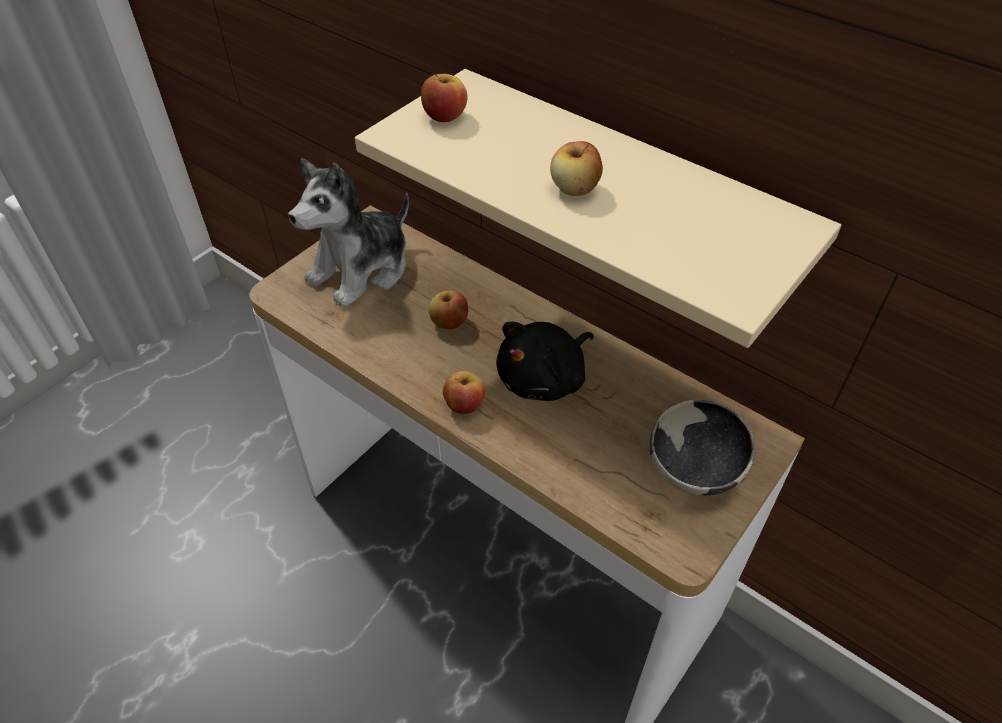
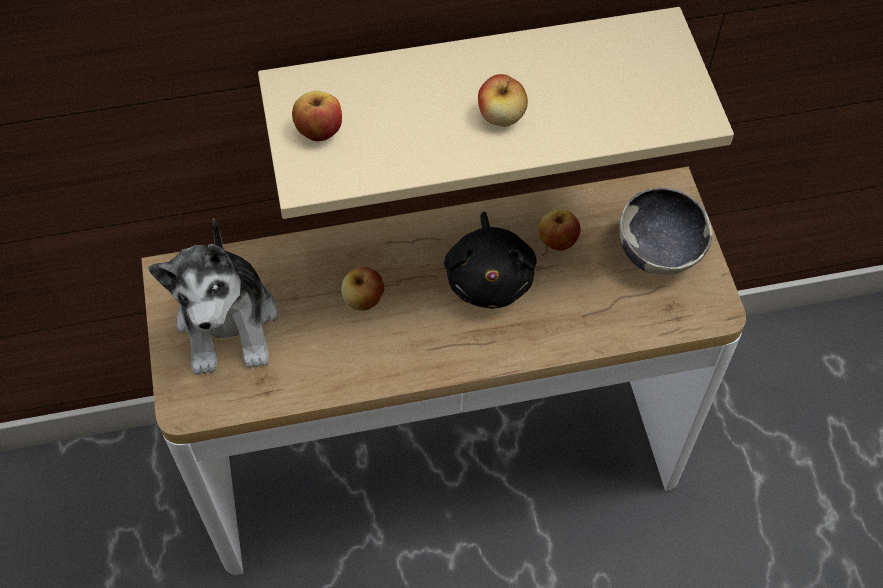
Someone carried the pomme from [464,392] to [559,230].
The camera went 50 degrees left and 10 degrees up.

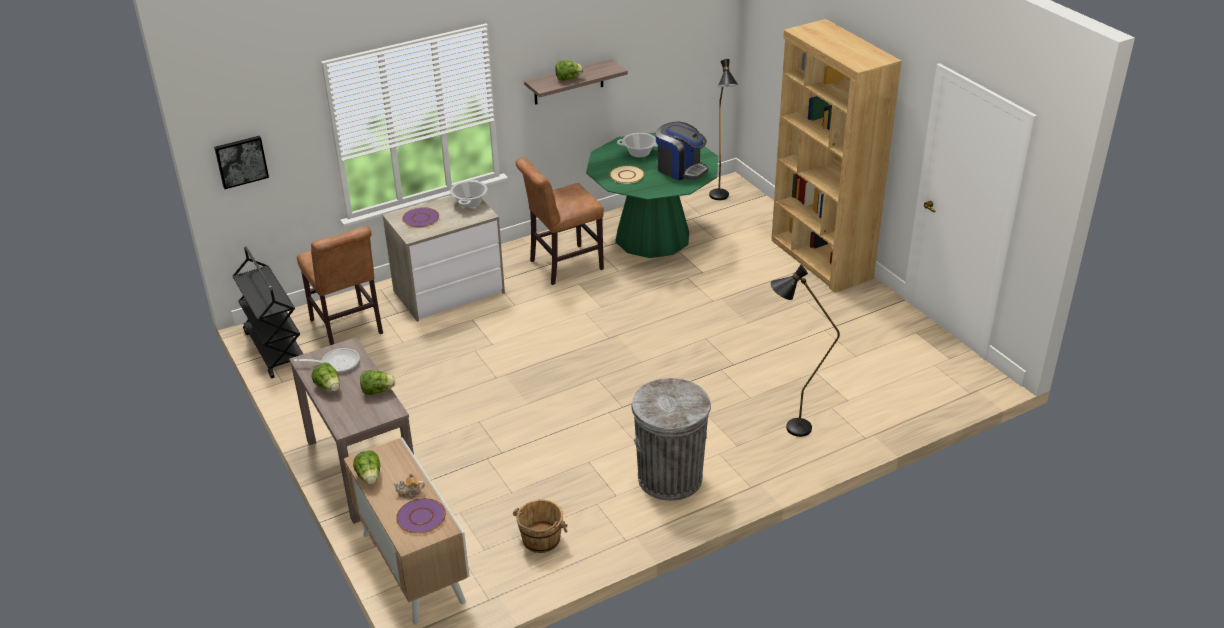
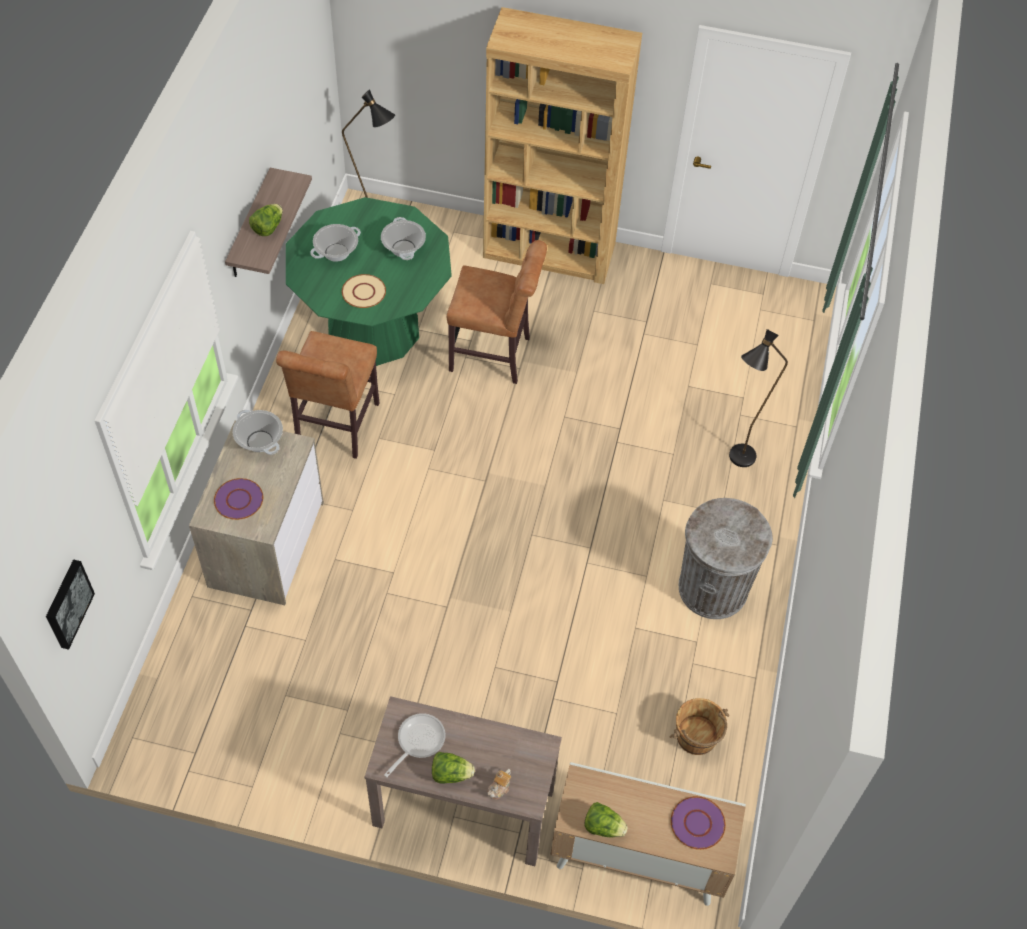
Someone swapped the machine à café at [682,151] for the marmite at [403,238].
Someone carried the chaise (marron) from [340,285] to [497,312].
Someone took away the chariot (noir) at [268,312].
Someone took away the laitue at [378,382].
Someone carried the théière from [409,485] to [499,784].
The camera went 50 degrees left and 20 degrees up.

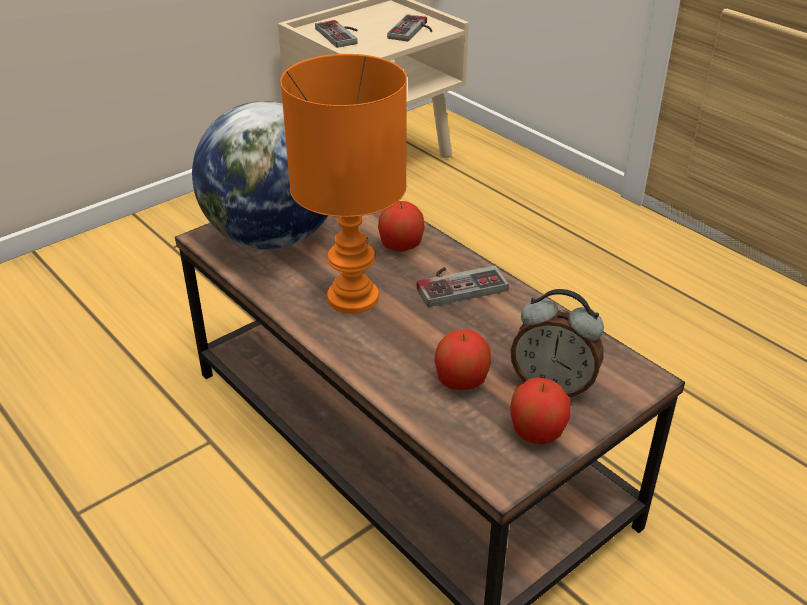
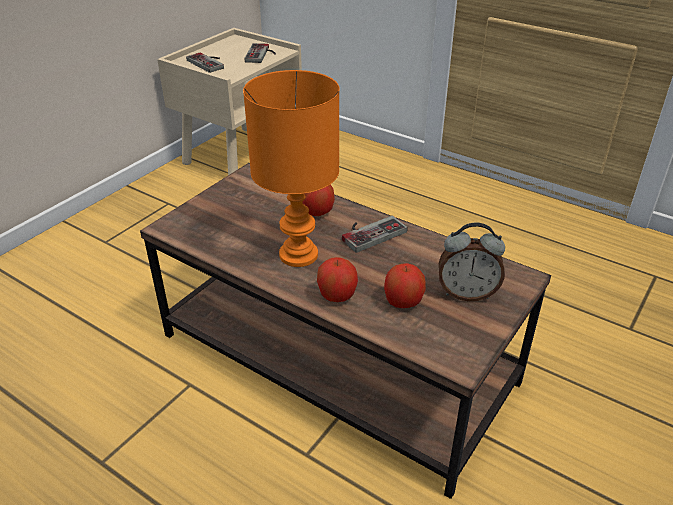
Someone took away the globe at [260,175].
Someone carried the pomme from [540,410] to [337,279].
The camera went 15 degrees left and 0 degrees up.

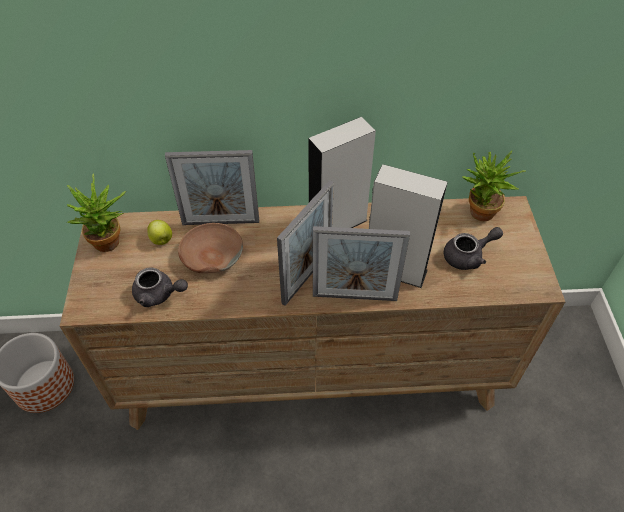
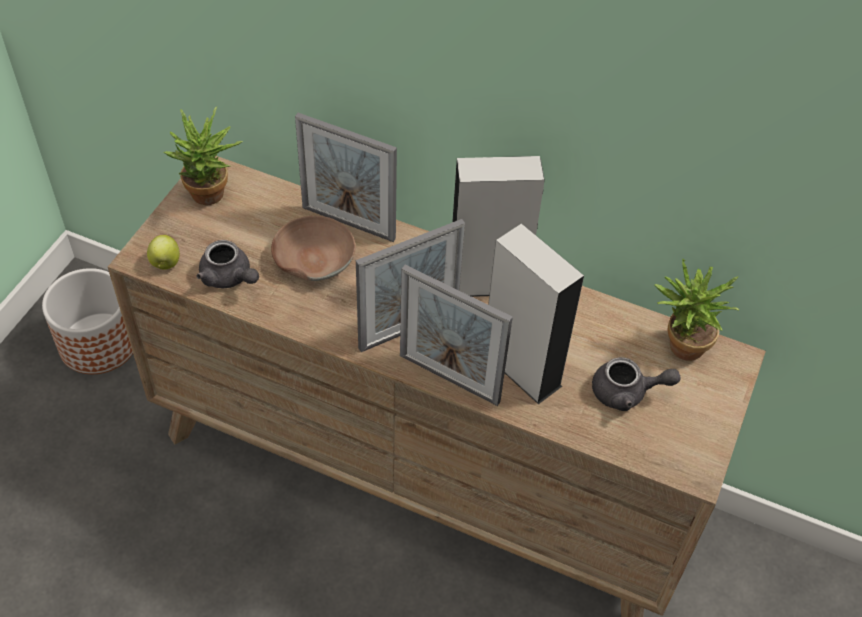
Someone carried the pomme from [159,232] to [163,252].
The camera went 25 degrees right and 0 degrees up.

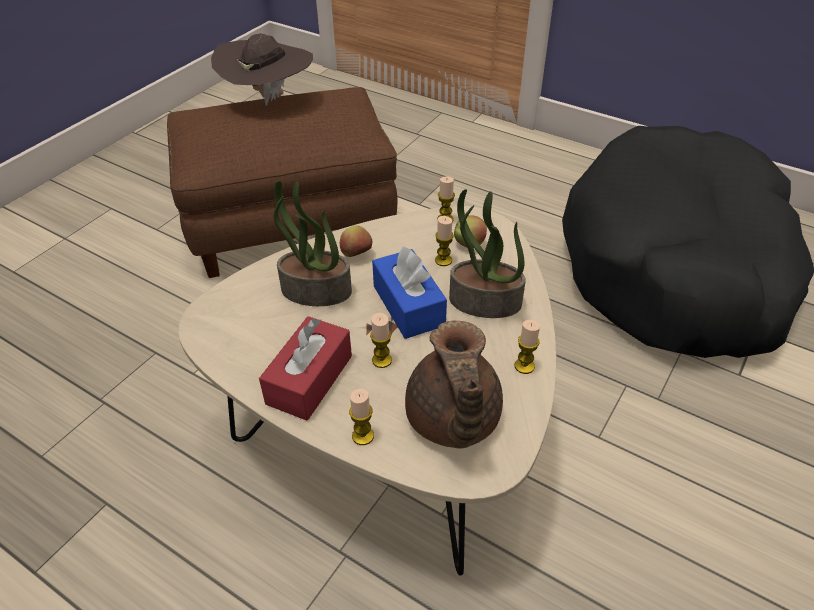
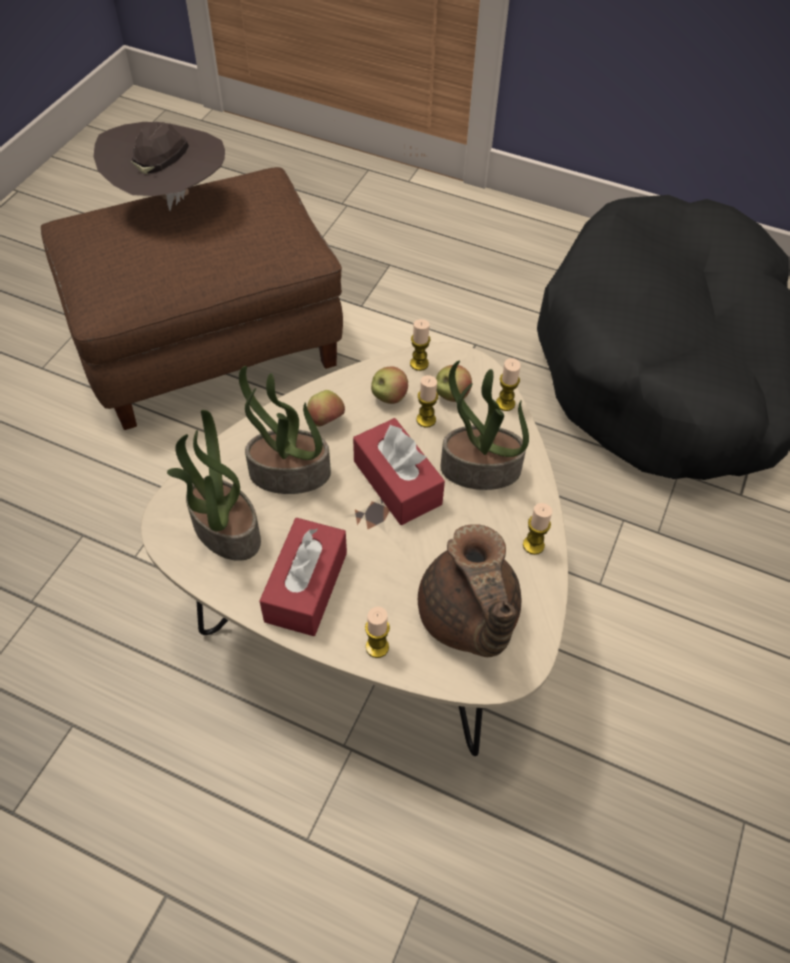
Someone repainted the boîte à mouchoirs (bleu) at [409,292], which became the boîte à mouchoirs (rouge) at [399,471].
Someone carried the bougie from [381,340] to [508,384].
Someone put down the pomme at [389,385].
Someone put down the plante en pot at [214,485].
The camera went 10 degrees left and 10 degrees up.

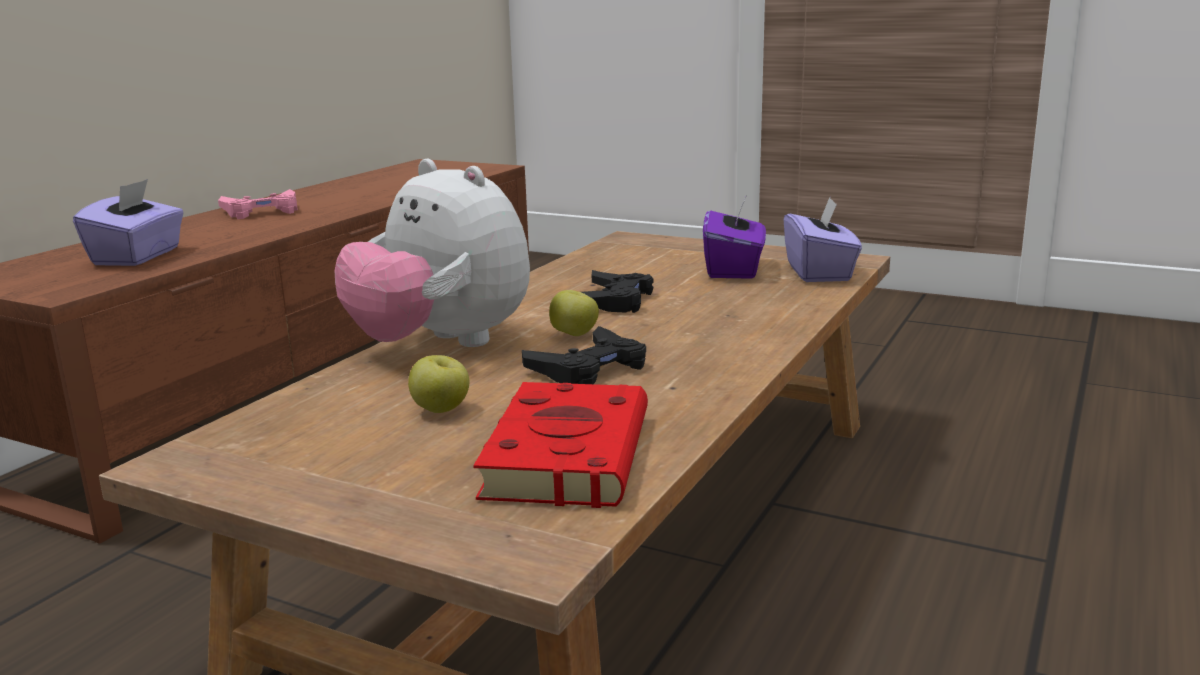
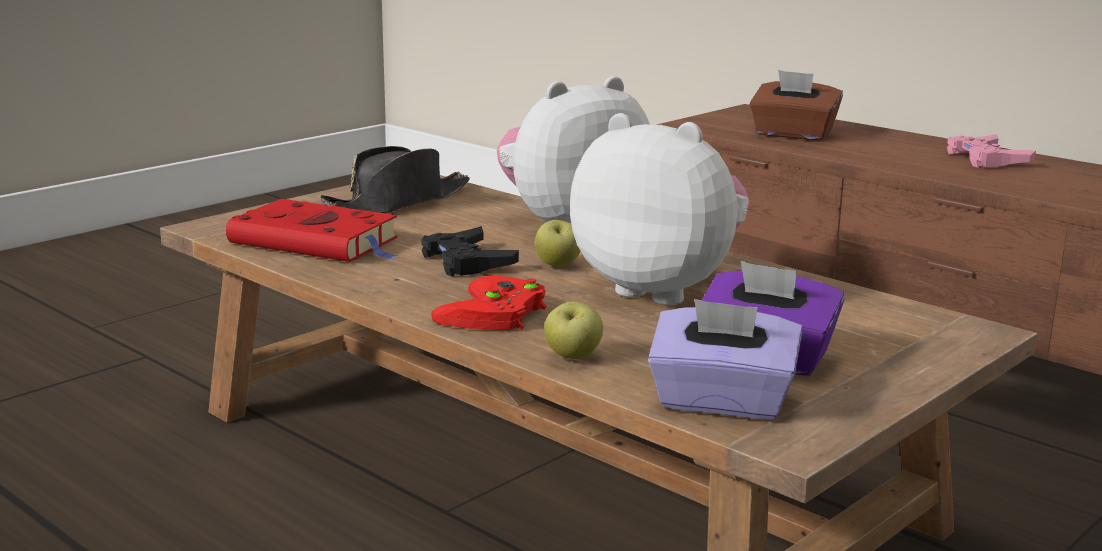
Someone repainted the boîte à mouchoirs (violet) at [128,222], which became the boîte à mouchoirs (marron) at [796,105].
Someone swapped the manette (noir) at [617,291] for the peluche at [659,209].
Someone carried the pomme from [438,384] to [573,330].
Someone put down the chapeau (noir) at [394,180].
Someone put down the manette (rouge) at [489,302].
The camera went 105 degrees right and 0 degrees up.

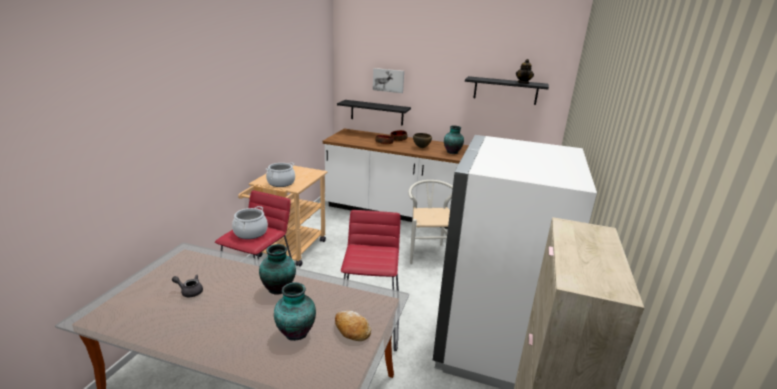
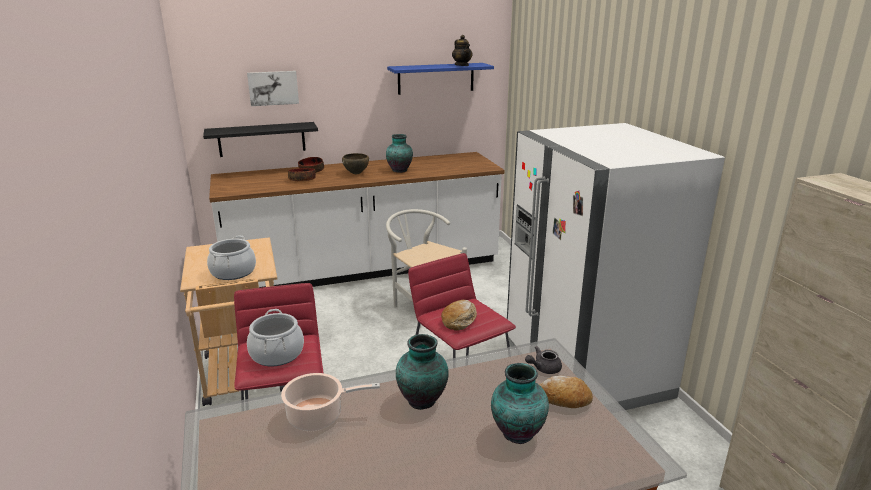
Someone repainted the étagère (noir) at [507,90], which became the étagère (bleu) at [440,79].
Someone carried the théière (gris) from [187,286] to [543,360].
Someone put down the pain at [459,315].
Someone put down the marmite at [330,402].
The camera went 35 degrees left and 0 degrees up.

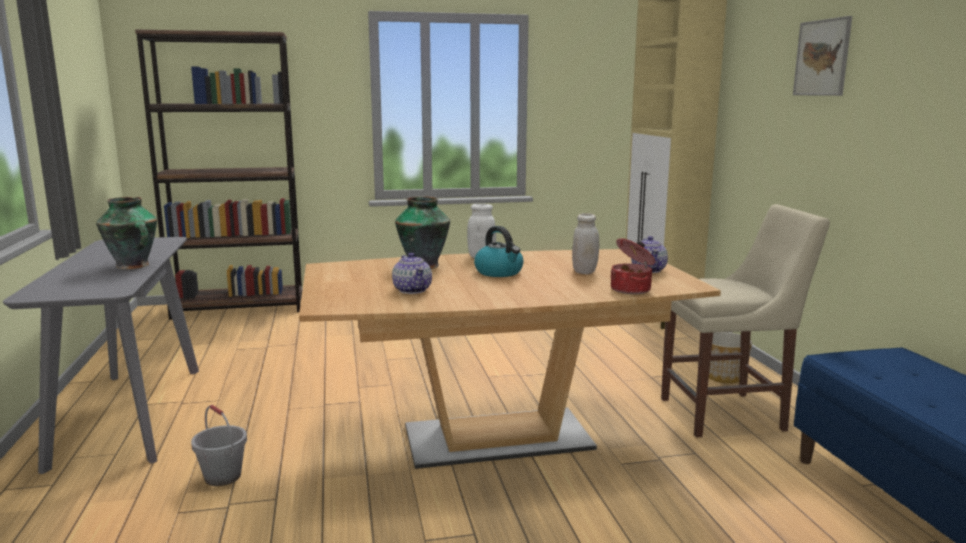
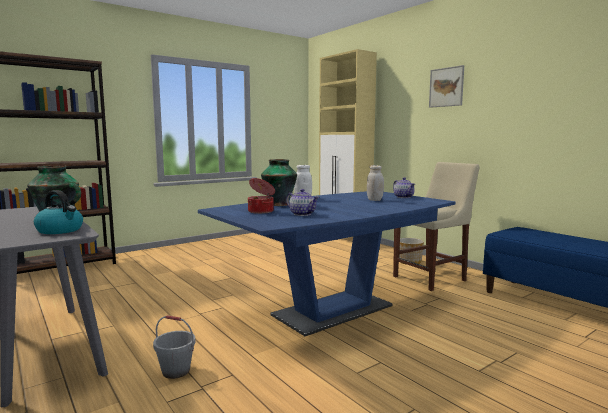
Someone carried the bouilloire from [498,251] to [58,212].
Someone carried the marmite from [633,266] to [261,196].
Someone repainted the table à manger (marron) at [510,359], which became the table à manger (bleu) at [326,263].
The camera went 25 degrees left and 5 degrees down.

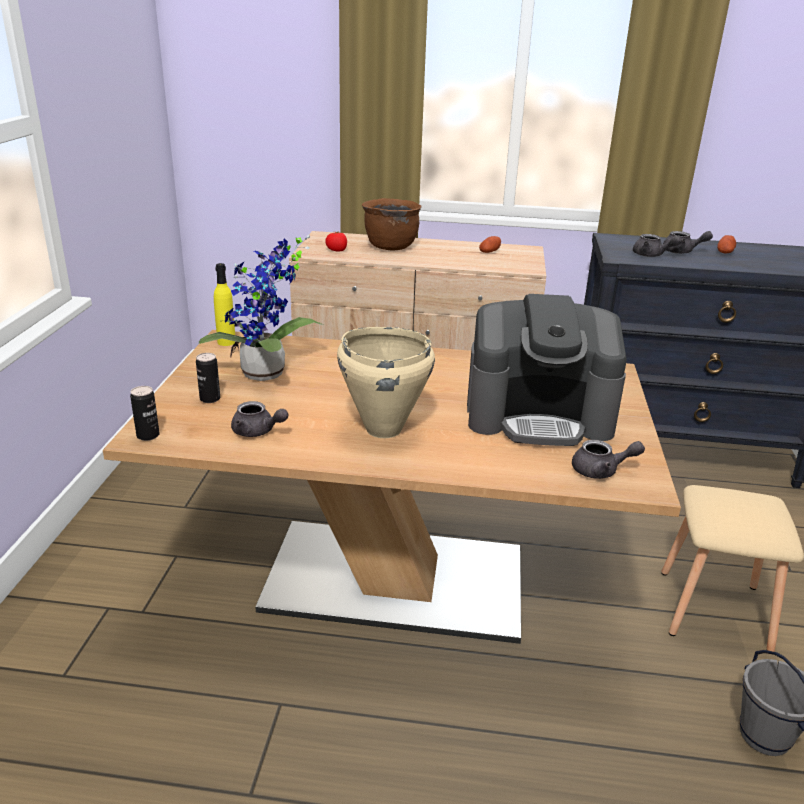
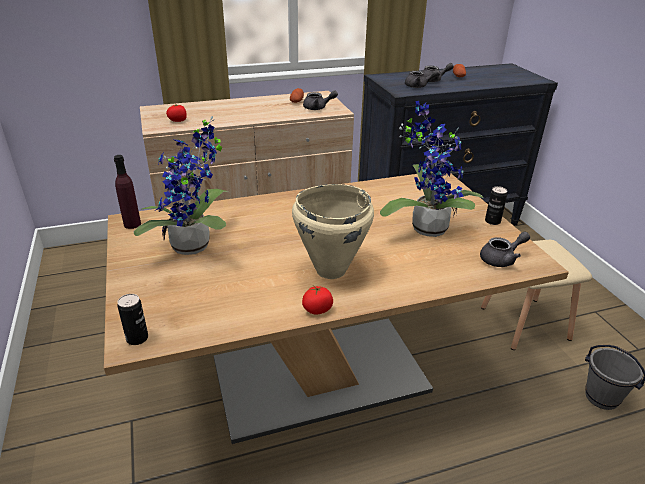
Someone took away the marmite (marron) at [391,224].
Someone repainted the bouteille (jaune) at [225,304], which became the bouteille (violet) at [127,192].
Someone swapped the machine à café at [547,370] for the plante en pot at [432,169].
Someone carried the boîte métallique from [208,378] to [496,205].
Someone carried the théière (gris) from [259,419] to [320,100].
Someone put down the tomate at [317,300].
The camera went 25 degrees left and 5 degrees up.

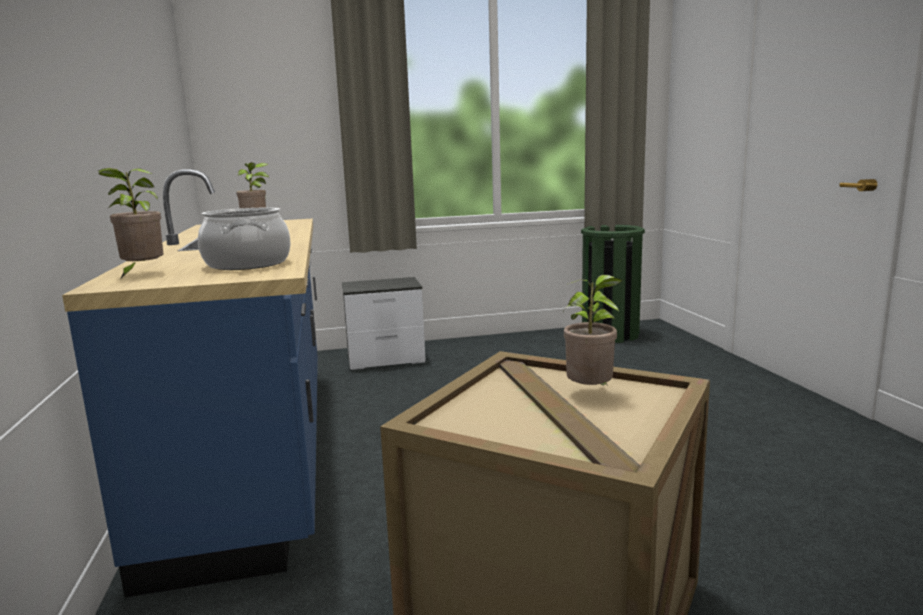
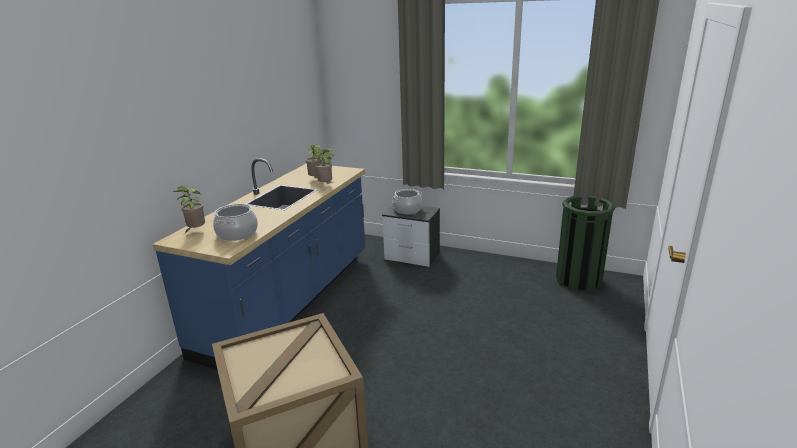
Someone carried the plante en pot from [592,330] to [325,165].
Someone put down the marmite at [407,201].
The camera went 35 degrees right and 10 degrees up.

